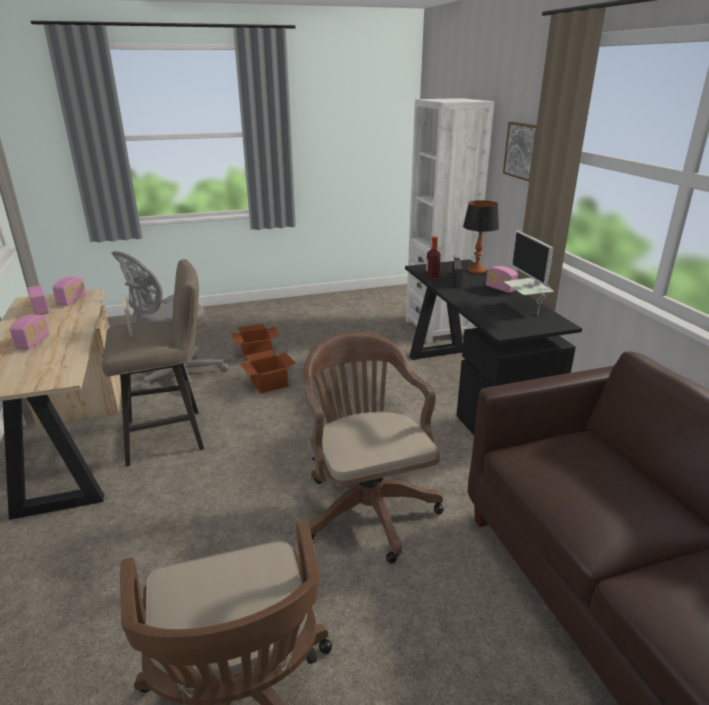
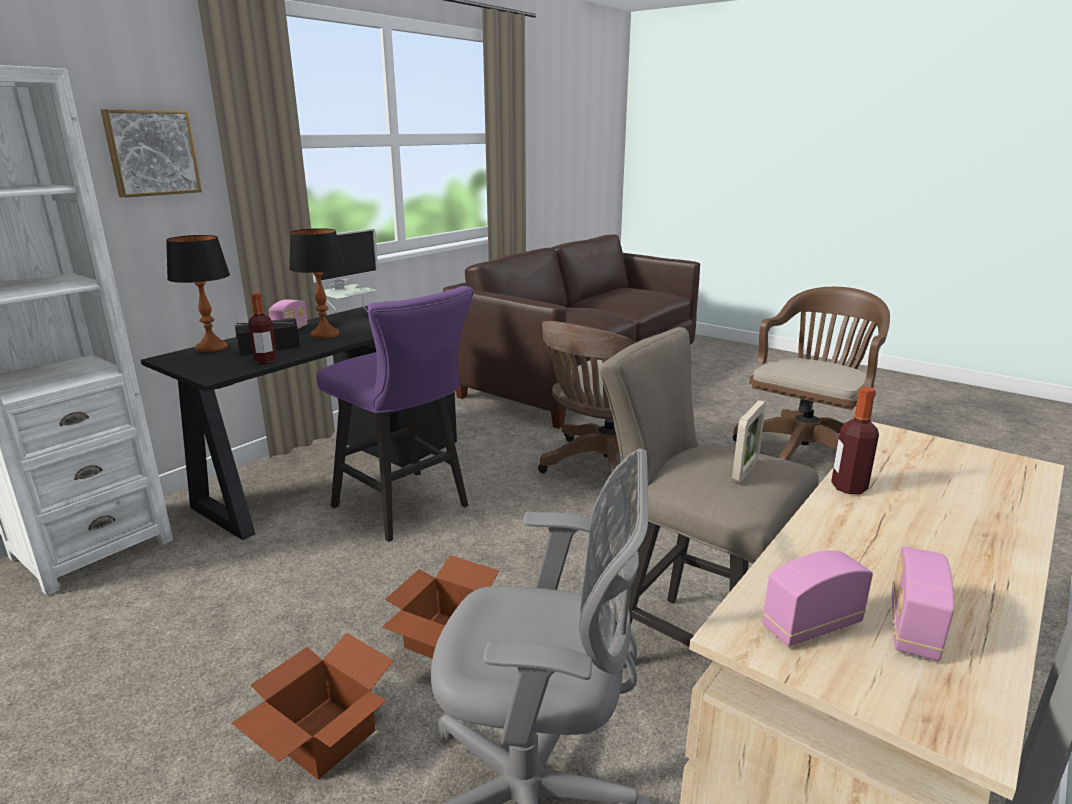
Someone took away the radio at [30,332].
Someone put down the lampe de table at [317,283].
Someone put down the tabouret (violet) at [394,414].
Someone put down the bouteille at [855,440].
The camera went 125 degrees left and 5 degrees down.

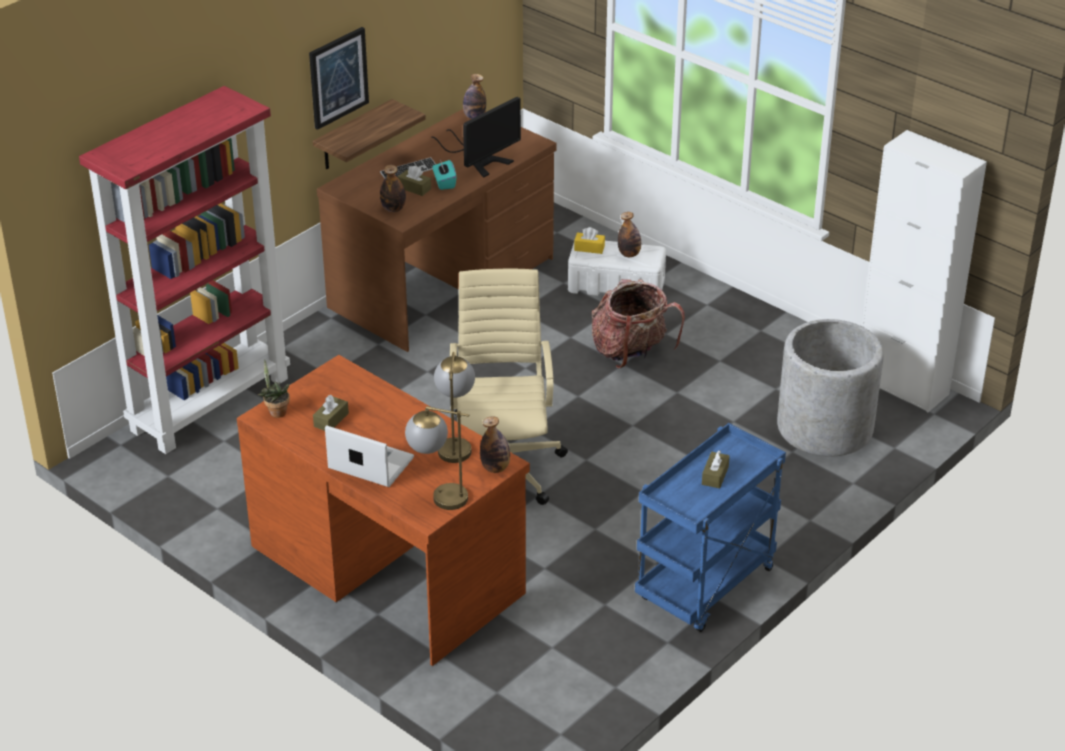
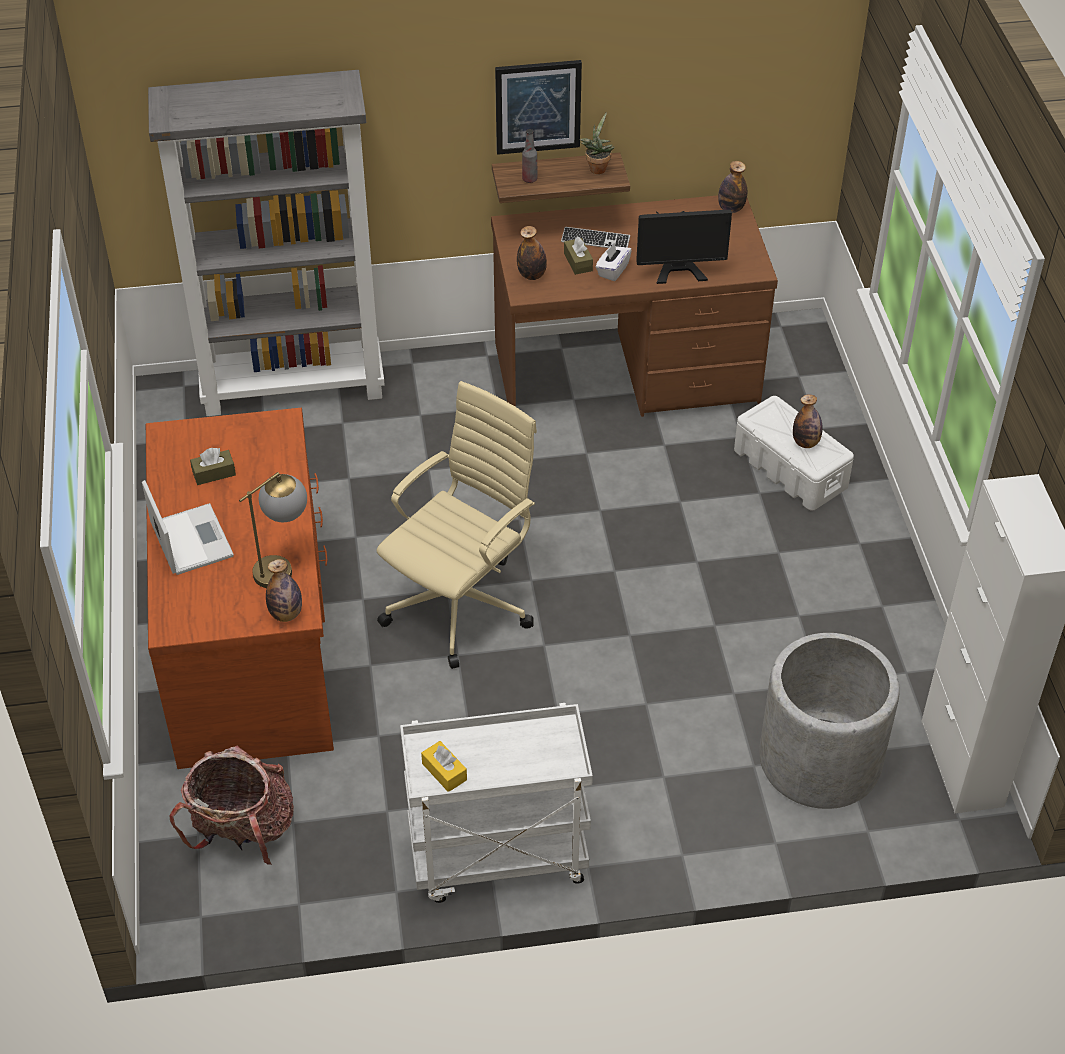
Someone repainted the bibliothèque (rouge) at [184,270], which became the bibliothèque (gris) at [266,243].
Someone repainted the boîte à mouchoirs (turquoise) at [444,175], which became the boîte à mouchoirs (blanc) at [614,262].
Someone carried the boîte à mouchoirs (jaune) from [589,240] to [444,766].
Someone carried the sac à dos from [638,324] to [232,805].
Someone carried the plante en pot from [273,388] to [597,143].
Someone took away the lampe de table at [437,458].
Someone repainted the chariot (bleu) at [710,527], which became the chariot (blanc) at [496,803].
Someone took away the boîte à mouchoirs (marron) at [716,469].
Someone put down the bouteille at [529,156].
The camera went 40 degrees right and 10 degrees up.

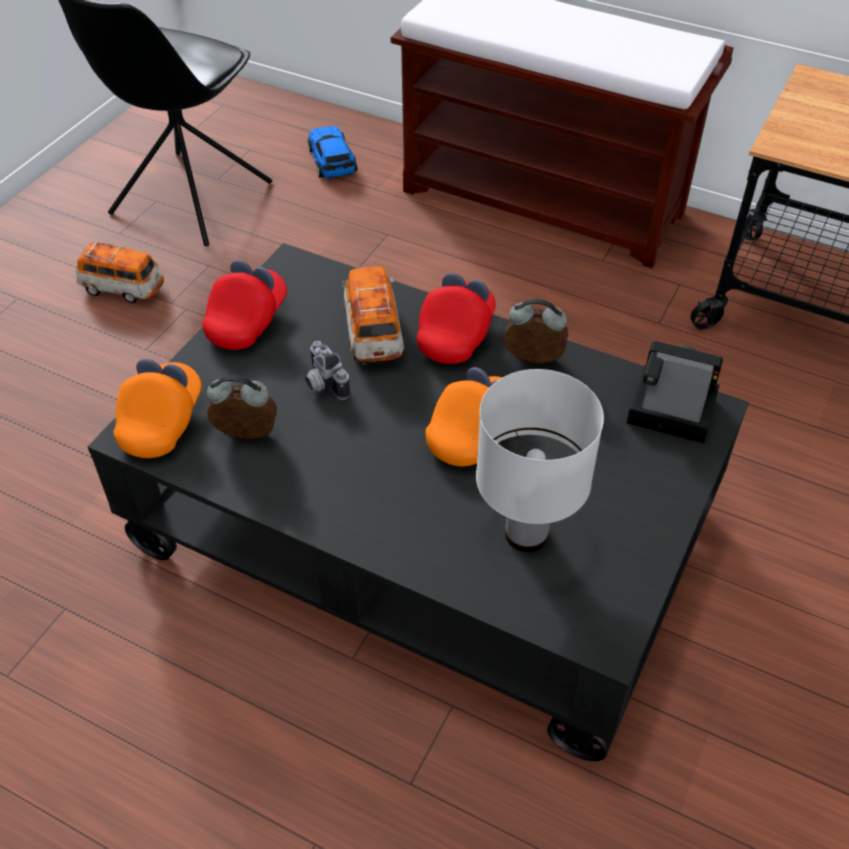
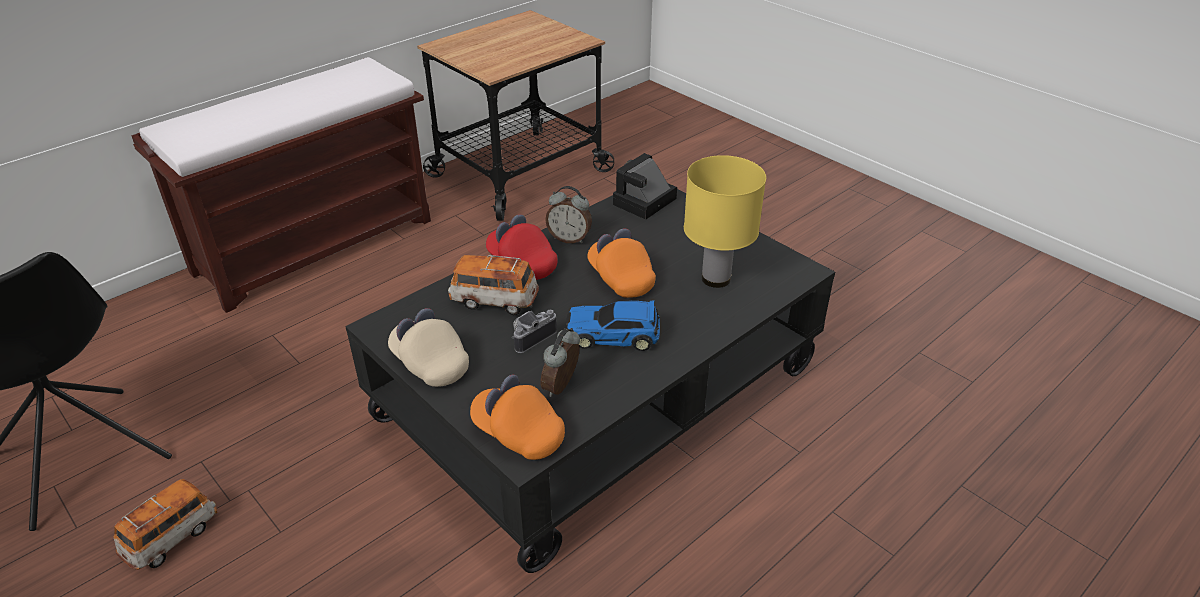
Someone carried the petite voiture from [332,152] to [613,325].
Someone repainted the casquette (rouge) at [244,305], which became the casquette (beige) at [428,347].
Someone rotated the réveil at [536,331] by 105 degrees counterclockwise.
Someone rotated the appareil photo at [327,370] by 150 degrees clockwise.
Someone repainted the lampe de table (blanc) at [540,460], which became the lampe de table (jaune) at [725,221].
The camera went 70 degrees left and 10 degrees down.

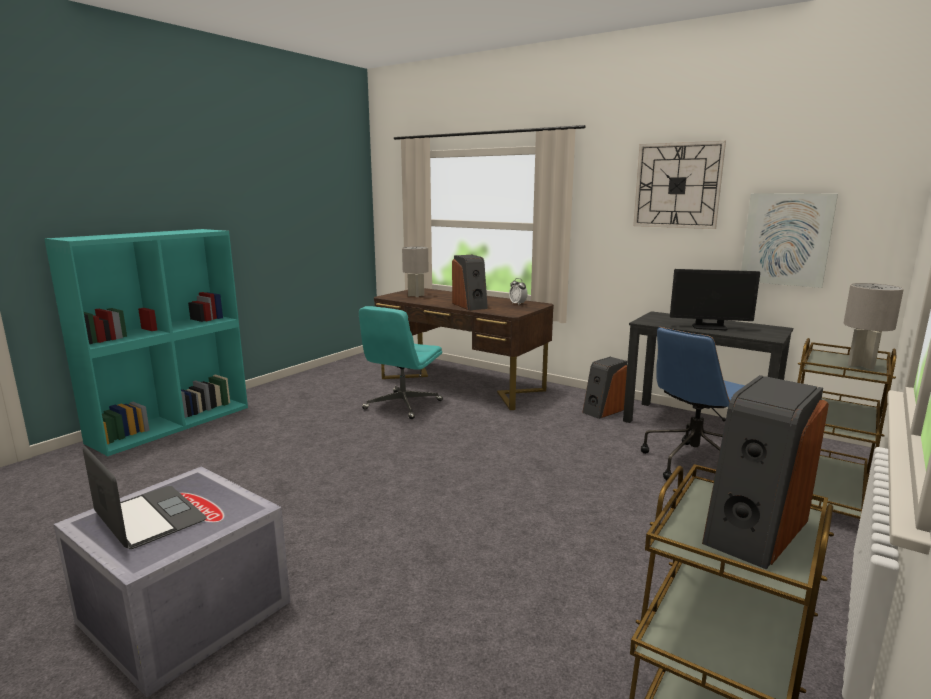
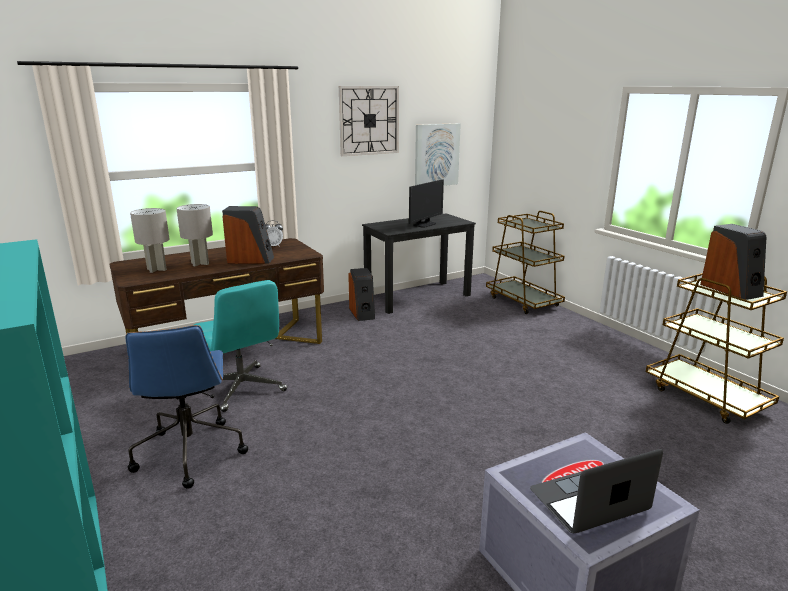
Someone carried the lampe de table (gris) from [873,326] to [194,235].
Someone carried the chaise de bureau (bleu) from [693,403] to [187,407].
The camera went 65 degrees left and 5 degrees up.

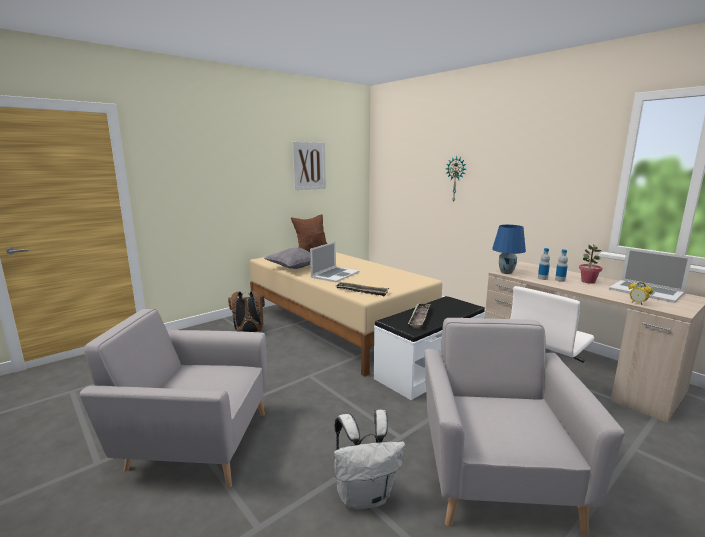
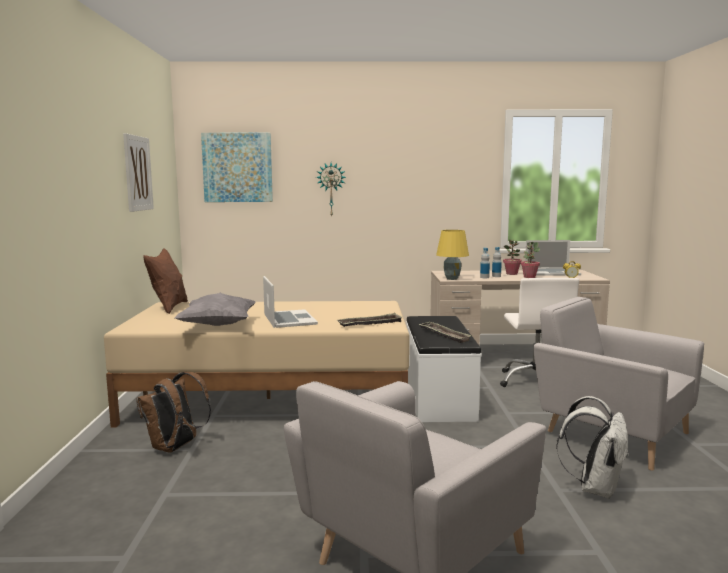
Someone repainted the lampe de table (bleu) at [509,249], which became the lampe de table (jaune) at [452,255].
Someone put up the tableau at [237,167].
Someone put down the plante en pot at [530,260].
The camera went 50 degrees left and 5 degrees down.

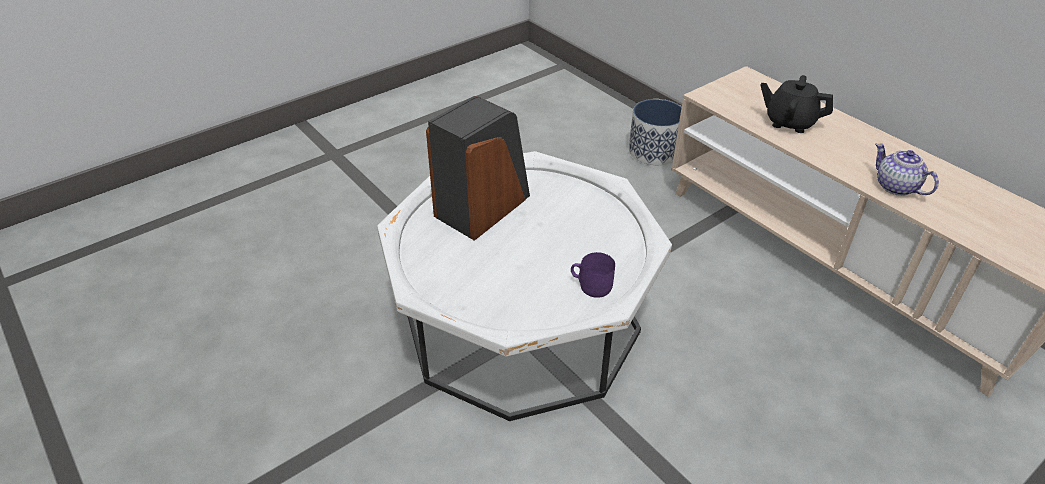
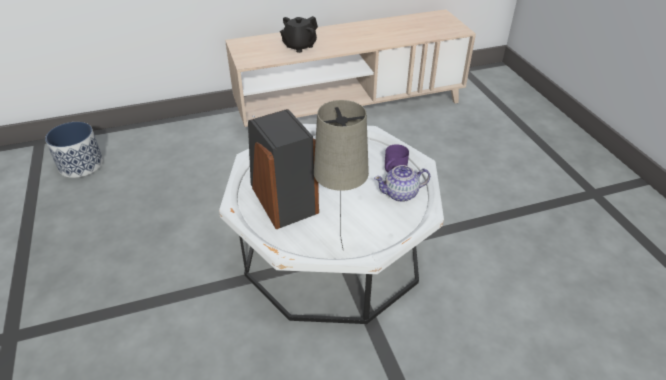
Someone carried the cache-pot from [655,132] to [74,150].
Someone carried the théière from [907,169] to [402,183].
Someone put down the lampe de table (beige) at [341,175].
The camera went 70 degrees left and 0 degrees up.

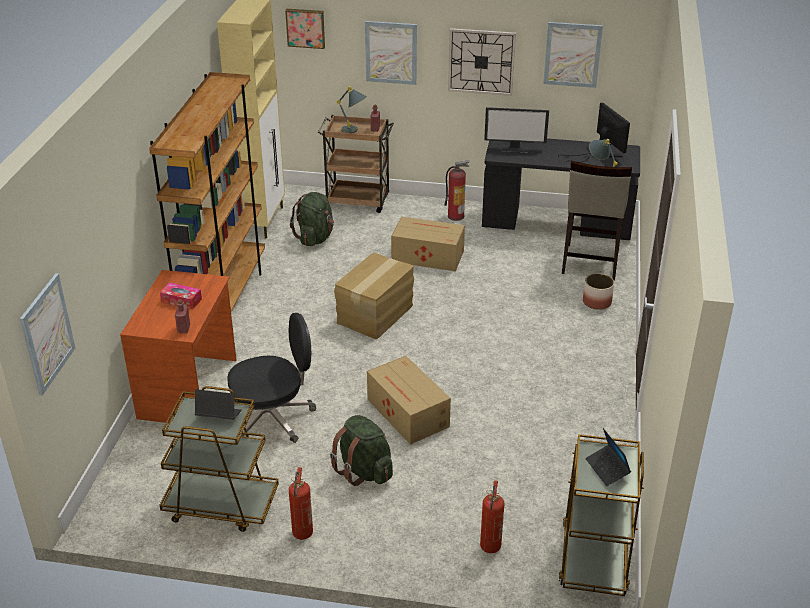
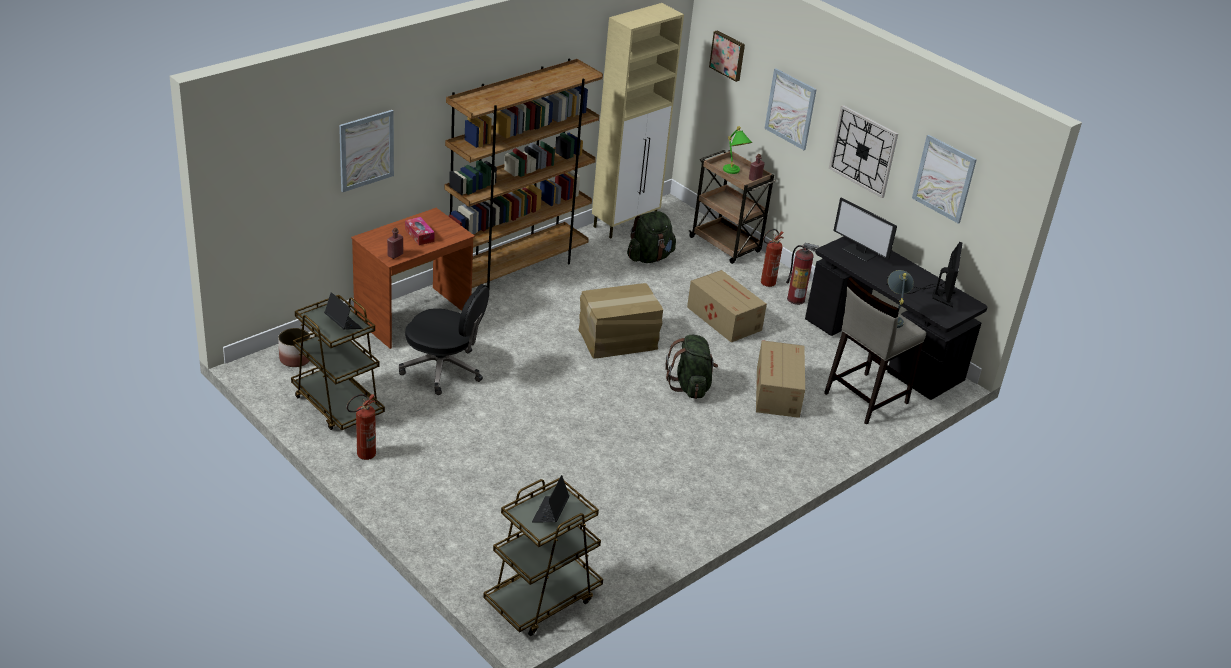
Someone repainted the lampe de table (gris) at [352,109], which became the lampe de table (vert) at [738,150].
Someone carried the tableau from [47,334] to [366,151].
Someone carried the cache-pot from [598,291] to [294,347].
Someone carried the carton from [409,400] to [780,379].
Someone carried the sac à dos (vert) from [361,450] to [691,367].
Someone carried the extincteur from [492,516] to [772,258].
The camera went 35 degrees right and 0 degrees up.

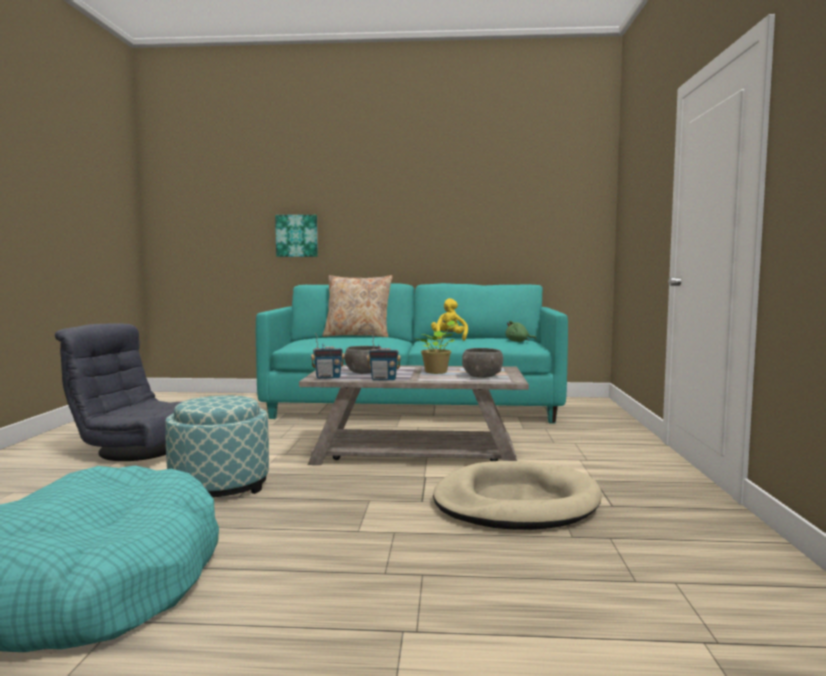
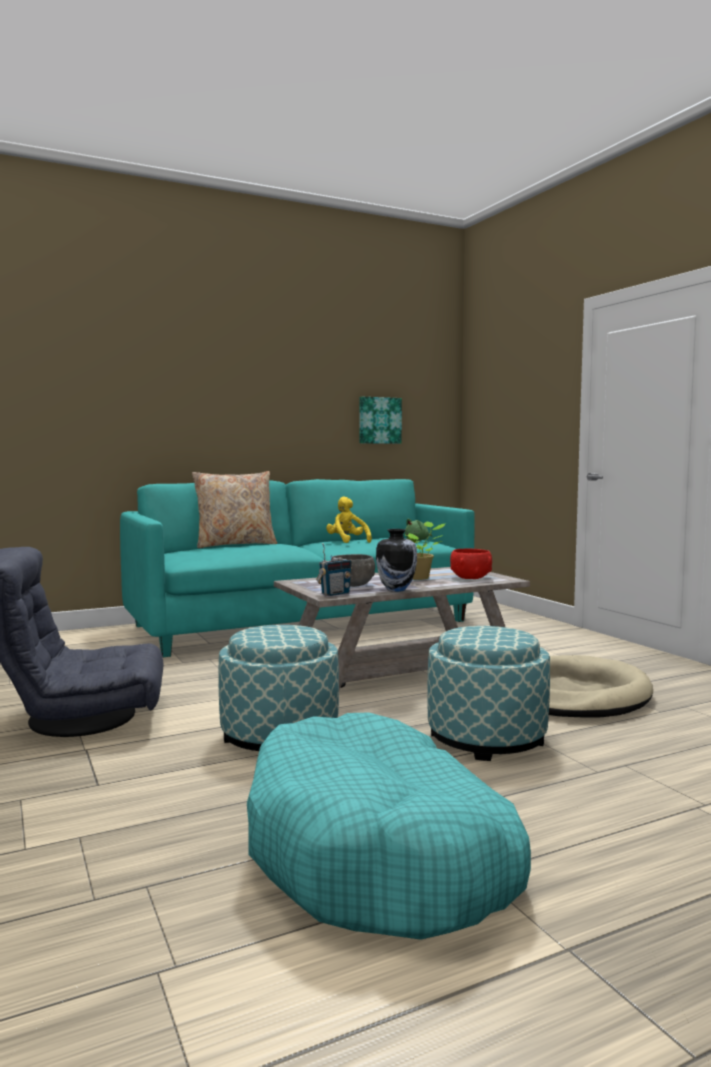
Someone carried the tableau from [296,236] to [381,420].
Someone swapped the radio at [384,357] for the vase at [396,560].
Someone repainted the bol (gris) at [482,363], which became the bol (rouge) at [471,564].
Someone put down the pouf at [488,693].
The camera went 30 degrees left and 0 degrees up.

